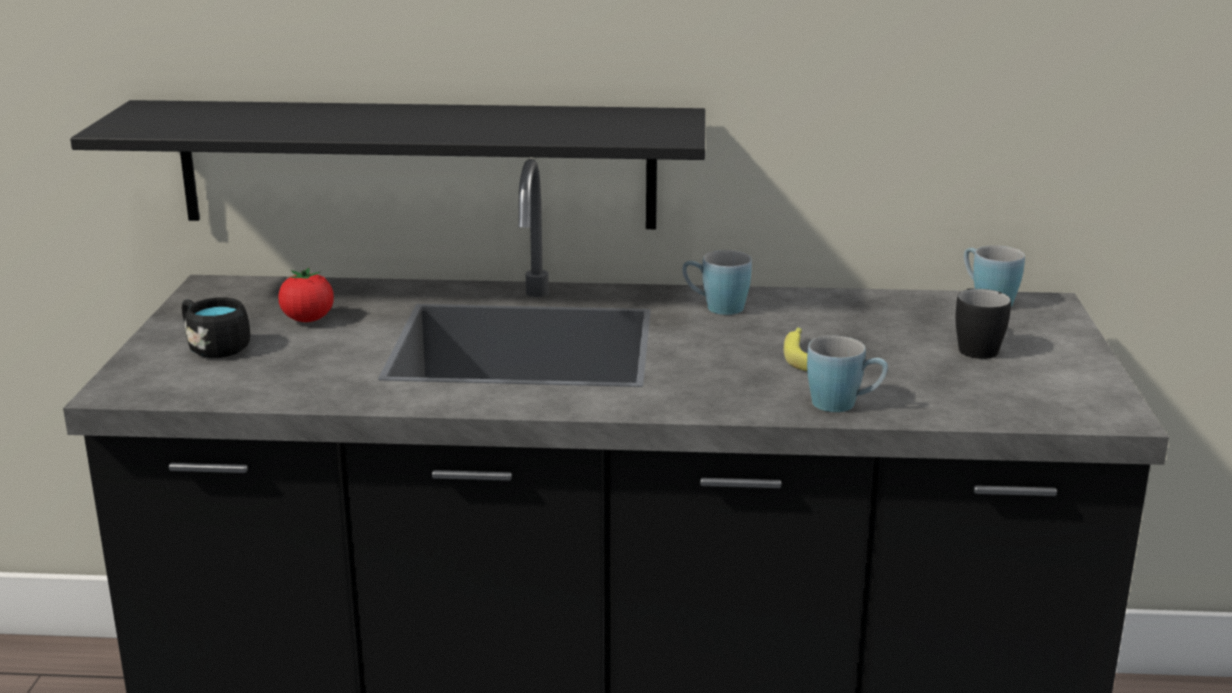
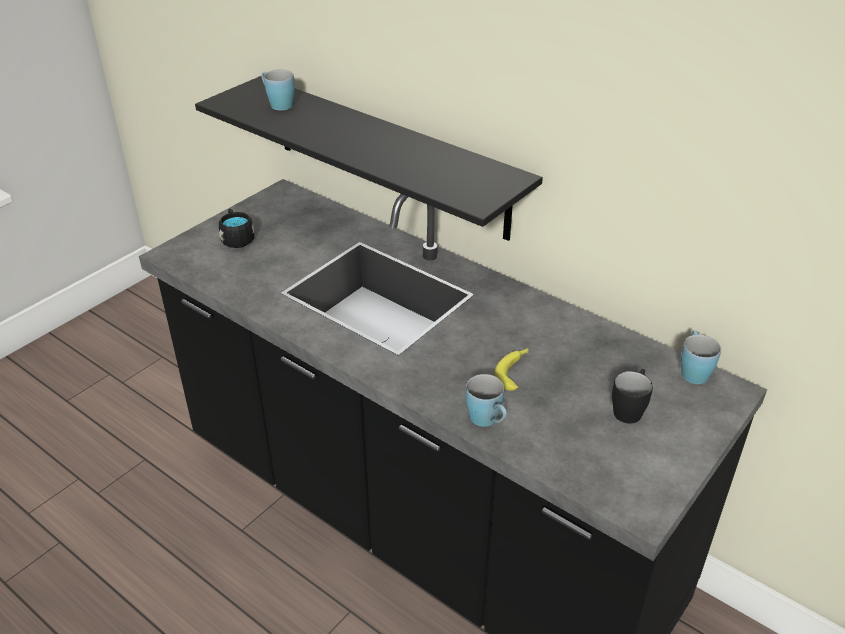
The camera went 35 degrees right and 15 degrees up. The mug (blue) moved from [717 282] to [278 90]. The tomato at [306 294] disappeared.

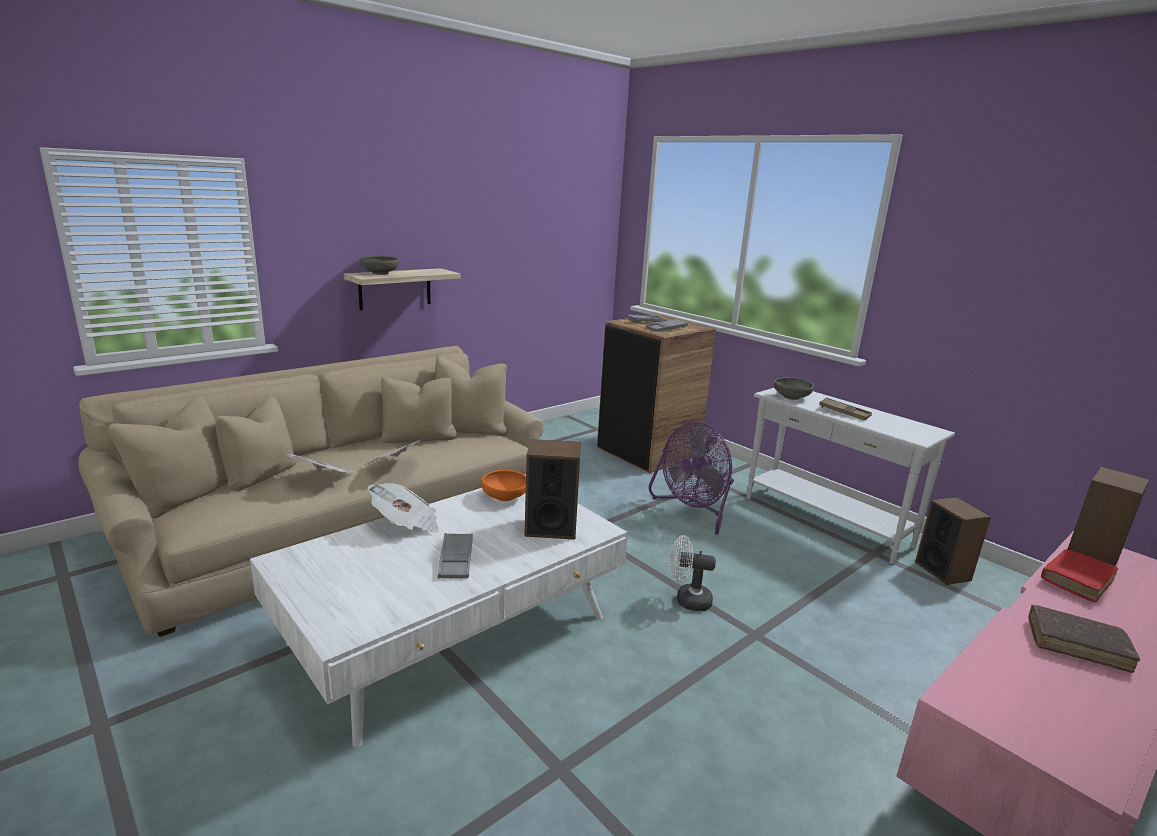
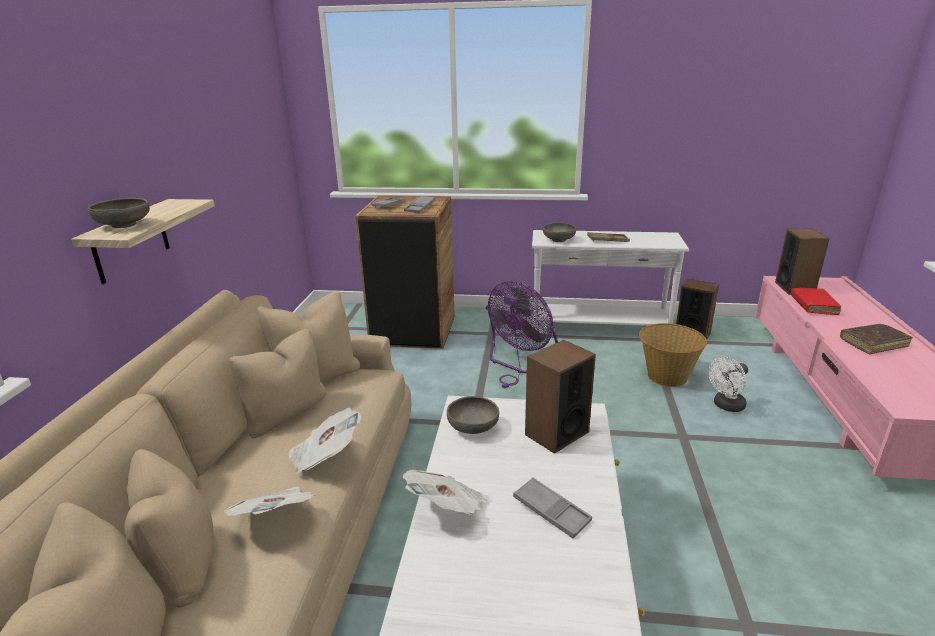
The camera went 40 degrees left and 5 degrees up. The fan (purple) at [691 478] turned 150 degrees counterclockwise. The bowl (orange) at [503 485] became the bowl (grey) at [473 415]. The fan (white) moved from [693 573] to [728 384]. The basket at [673 355] appeared.

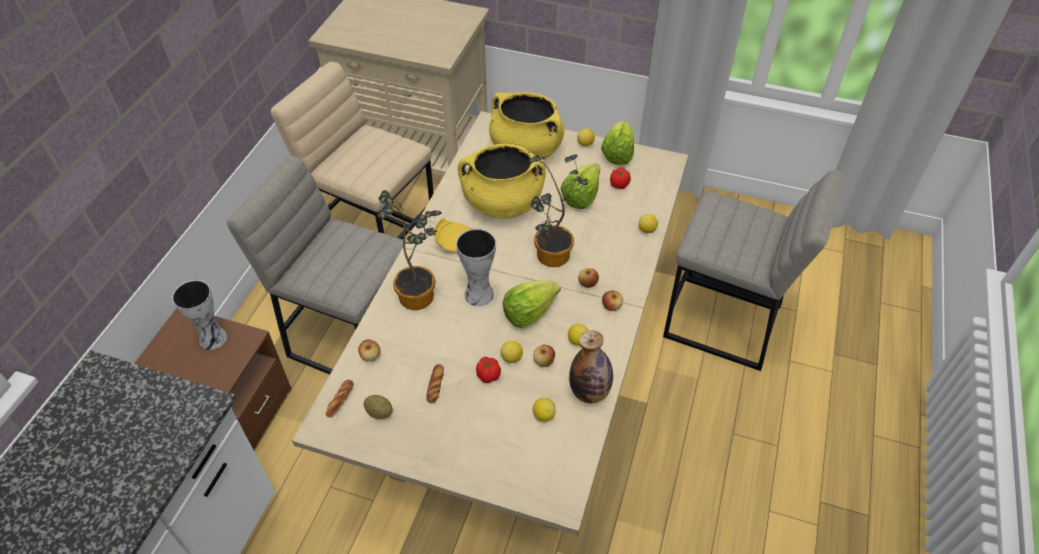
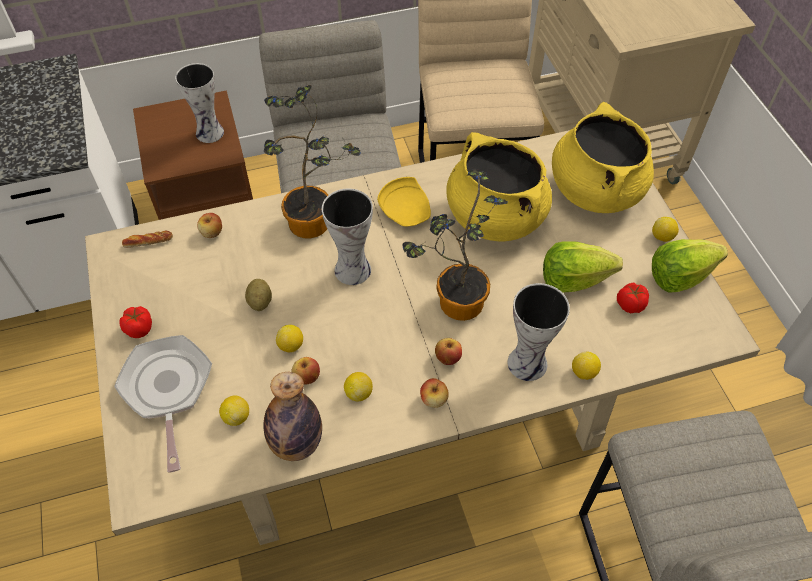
The camera went 55 degrees right and 5 degrees up. The lettuce at [532 304] disappeared. The tomato moved from [488 370] to [135 322]. The bread at [435 383] disappeared. The potato moved from [378 407] to [258 295]. The vase at [539 332] appeared. The frying pan at [163 404] appeared.

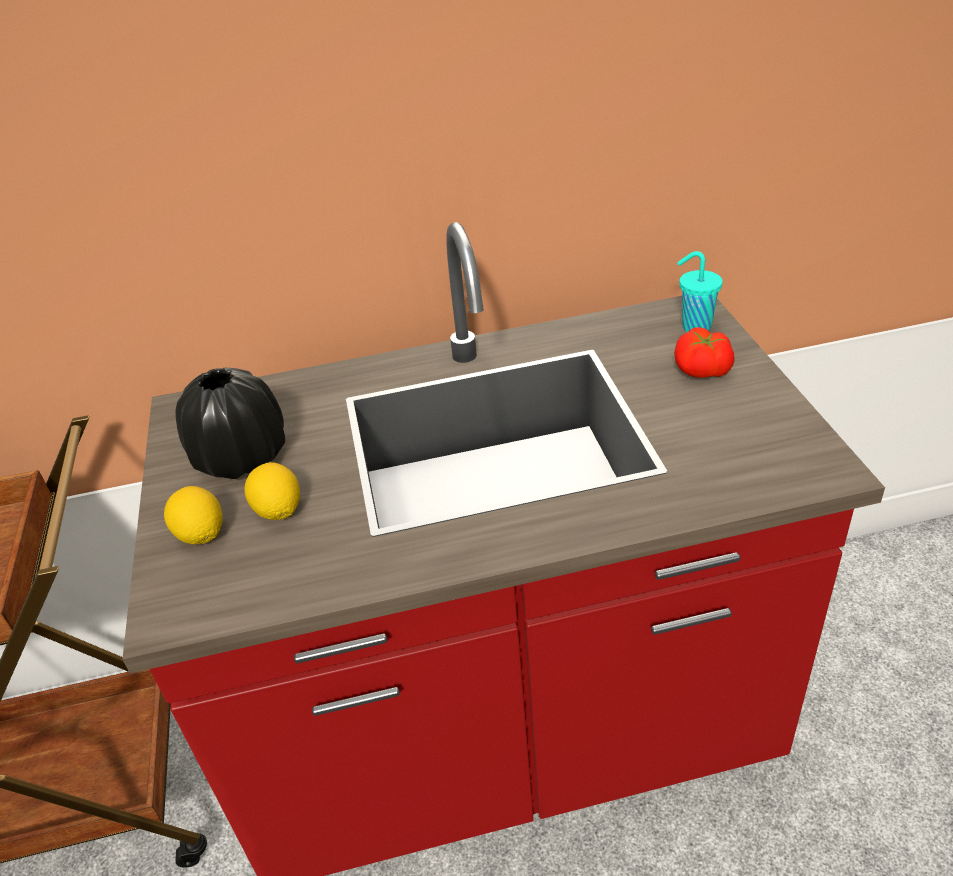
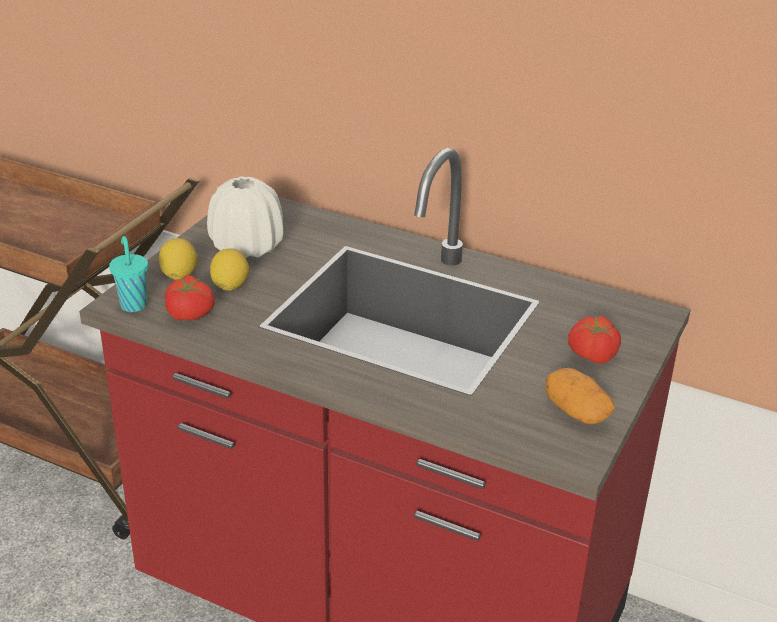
The camera went 35 degrees right and 5 degrees down. The cup (turquoise) moved from [700 291] to [128 274]. The vase (black) at [230 423] became the vase (white) at [245 217]. The tomato at [190 298] appeared. The potato at [580 396] appeared.

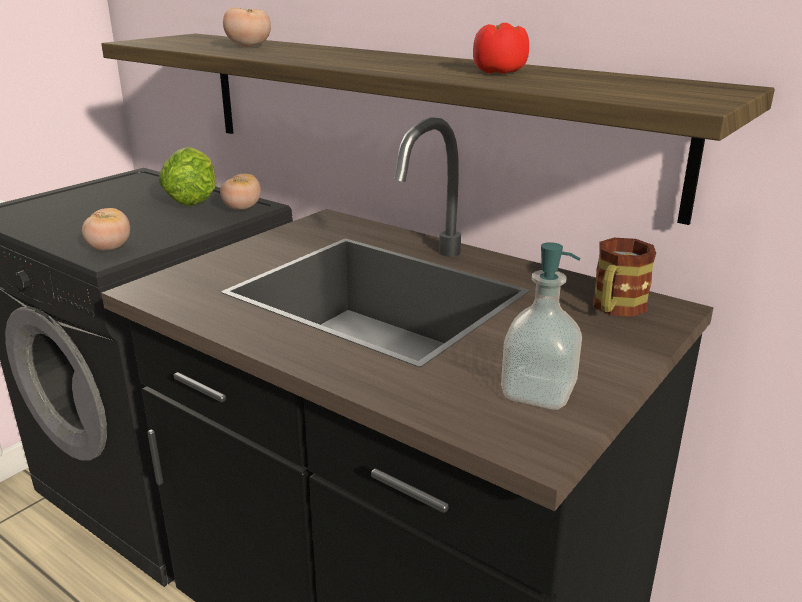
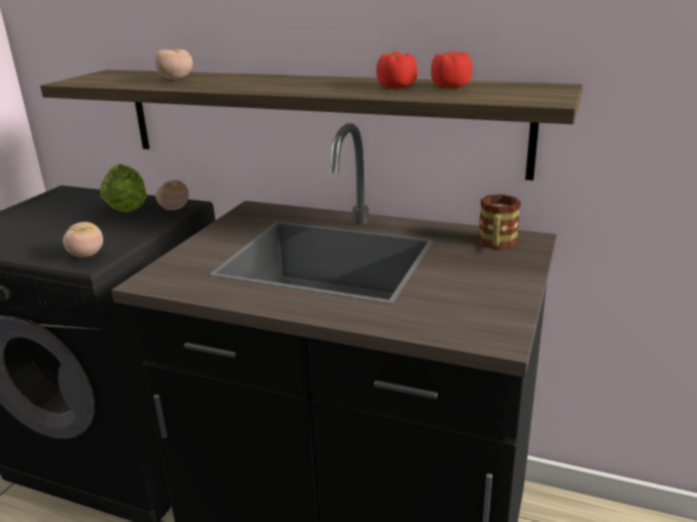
The camera went 15 degrees left and 0 degrees up. The soap dispenser at [541 326] disappeared. The tomato at [451 69] appeared.

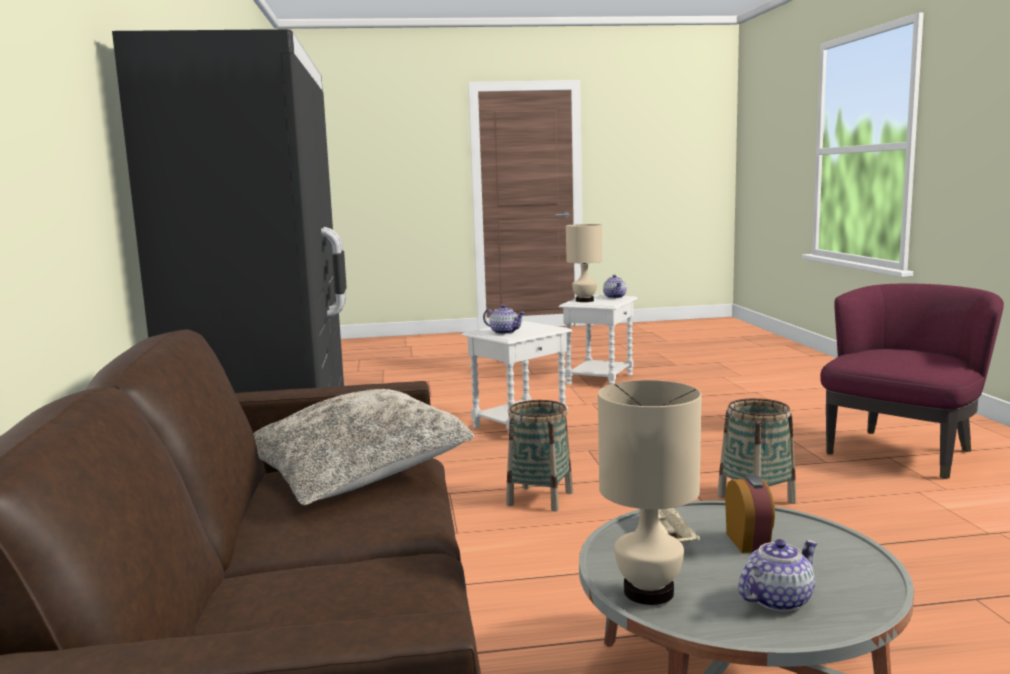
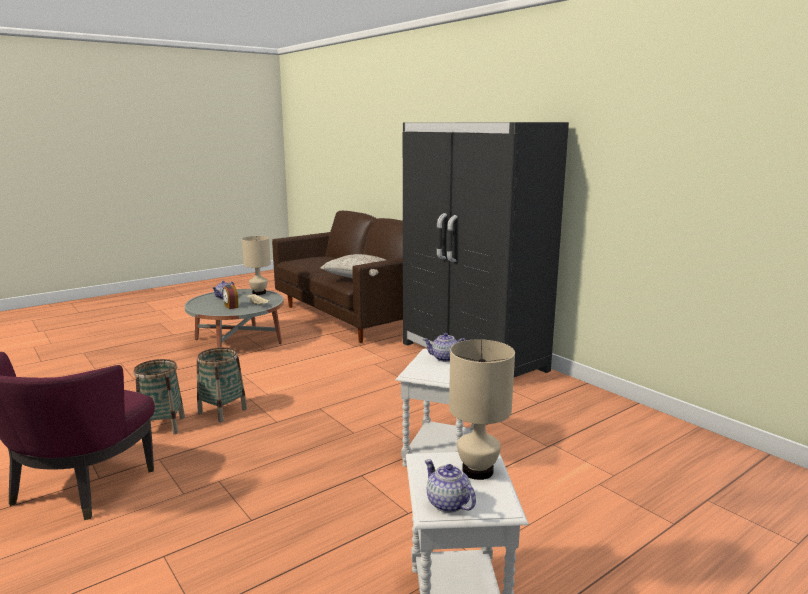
The camera went 150 degrees right and 5 degrees up. The basket moved from [539 455] to [159 396].

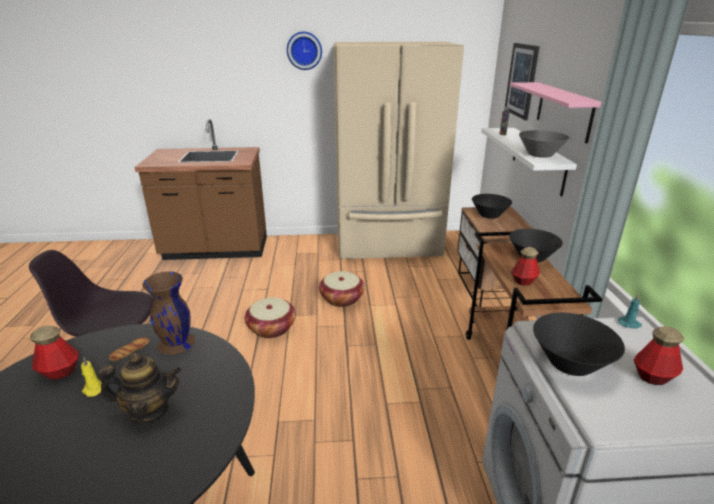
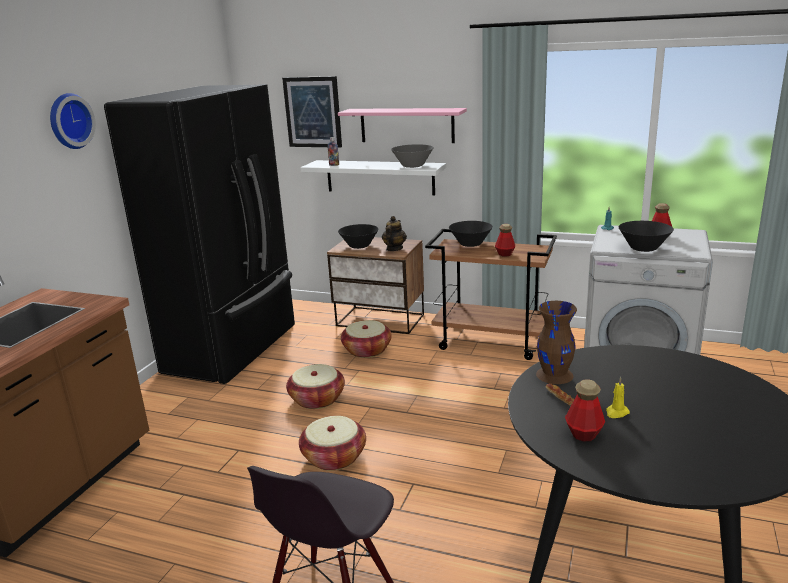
The camera went 65 degrees left and 5 degrees down. The fridge (beige) at [399 150] became the fridge (black) at [199 234]. The teapot moved from [139 388] to [394 233]. The basket at [366 339] appeared.

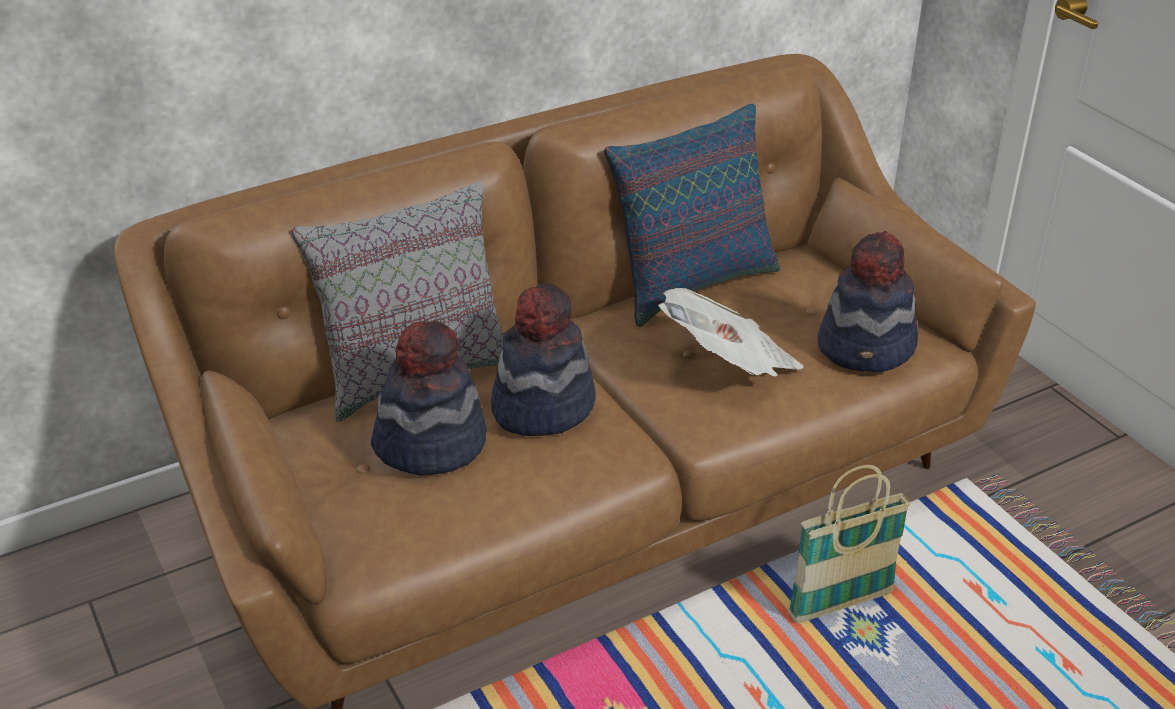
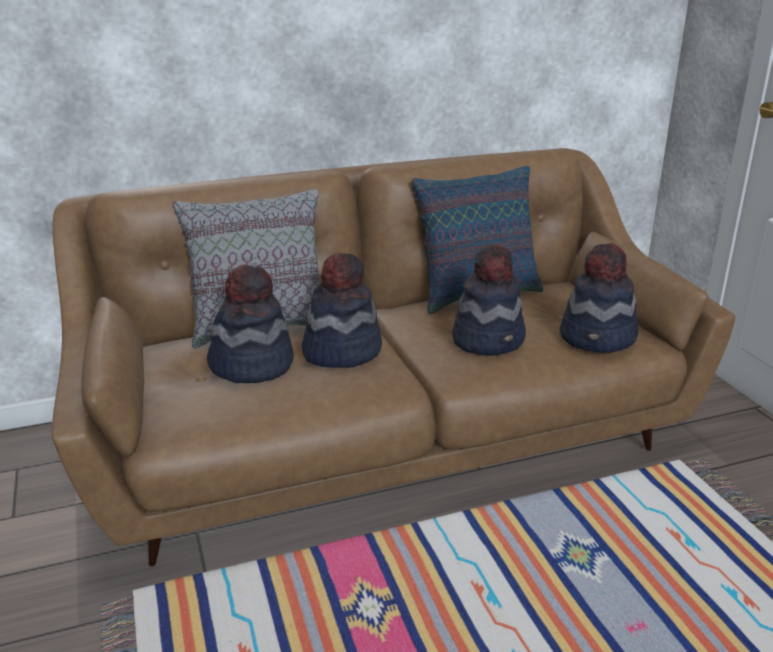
The camera went 10 degrees right and 10 degrees down. The newspaper at [730 332] was replaced by the hat at [489 300]. The basket at [849 544] disappeared.

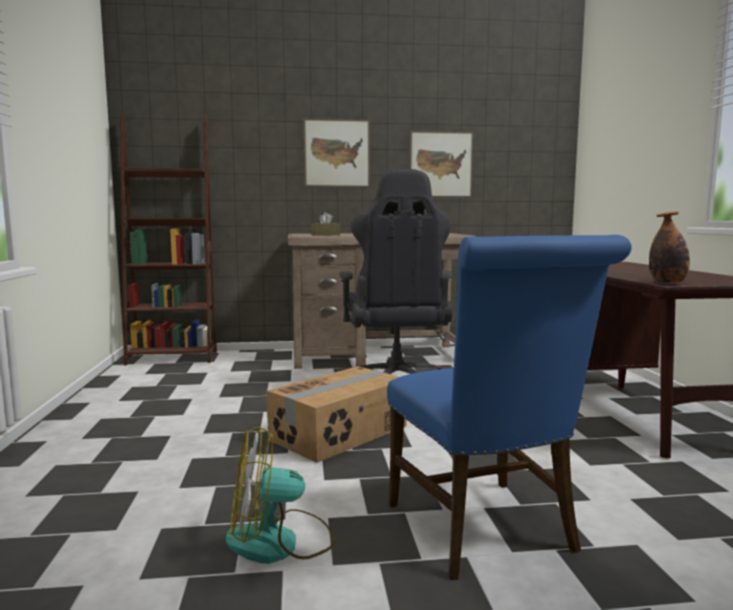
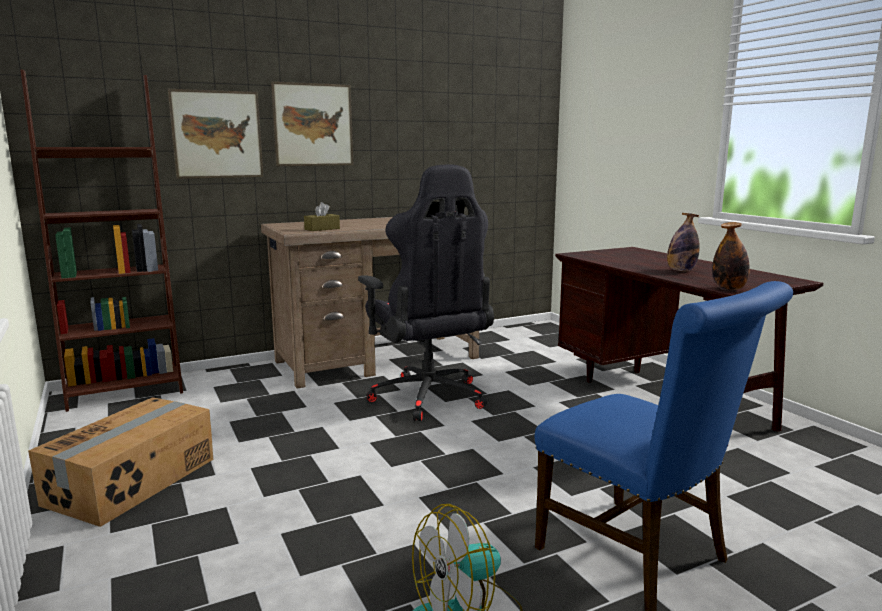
The camera went 20 degrees left and 5 degrees up. The picture moved from [441 164] to [216 134]. The cardboard box moved from [336 414] to [120 462]. The bottle at [683 242] appeared.

